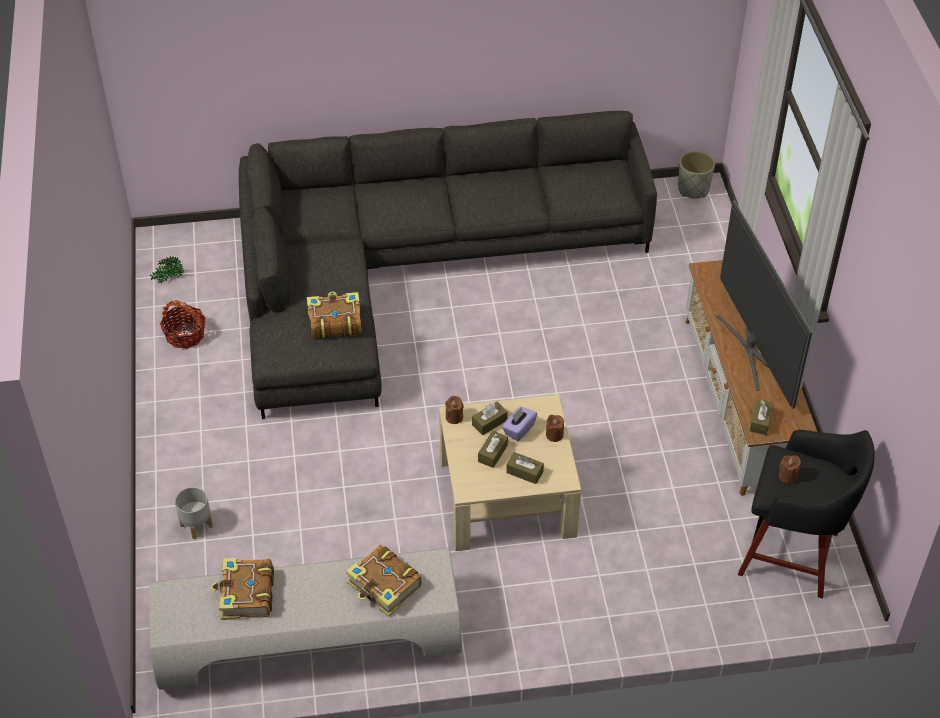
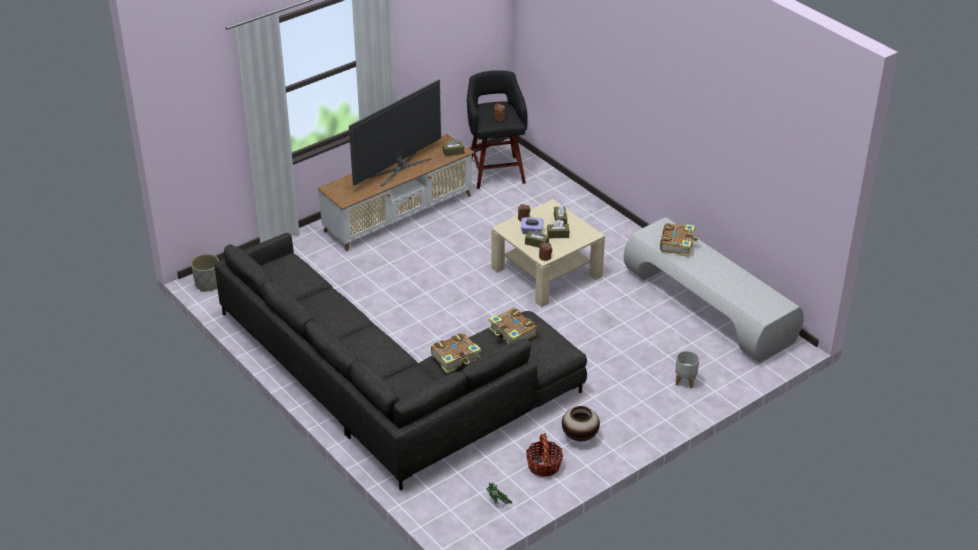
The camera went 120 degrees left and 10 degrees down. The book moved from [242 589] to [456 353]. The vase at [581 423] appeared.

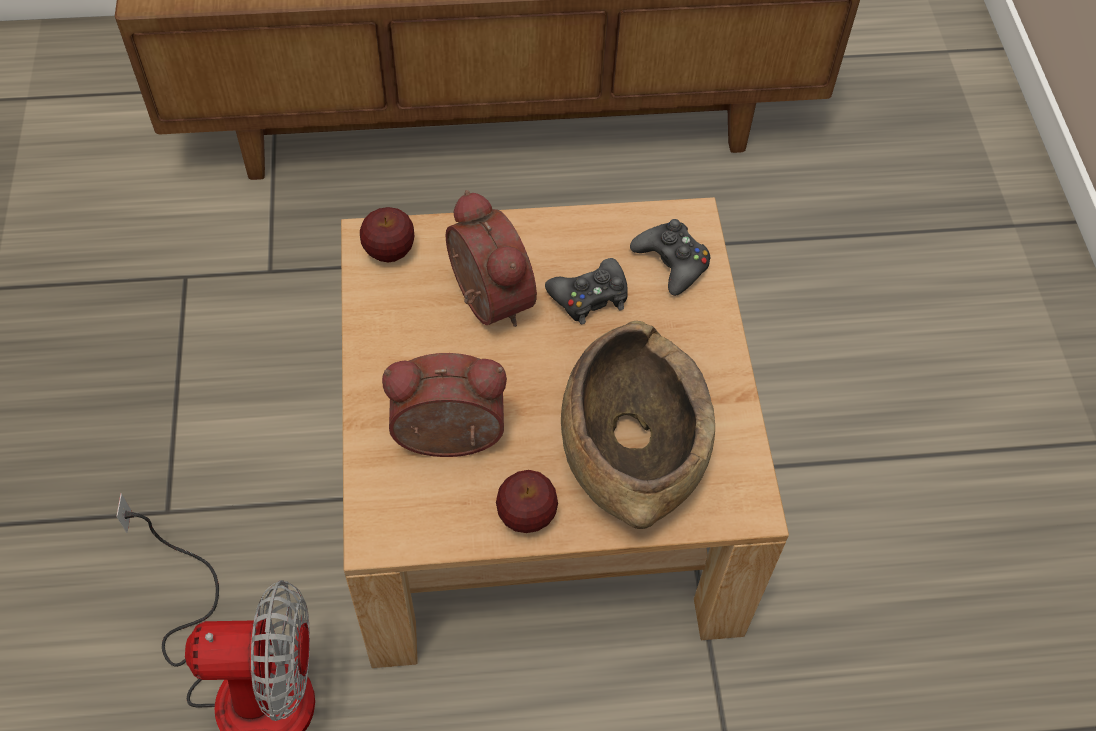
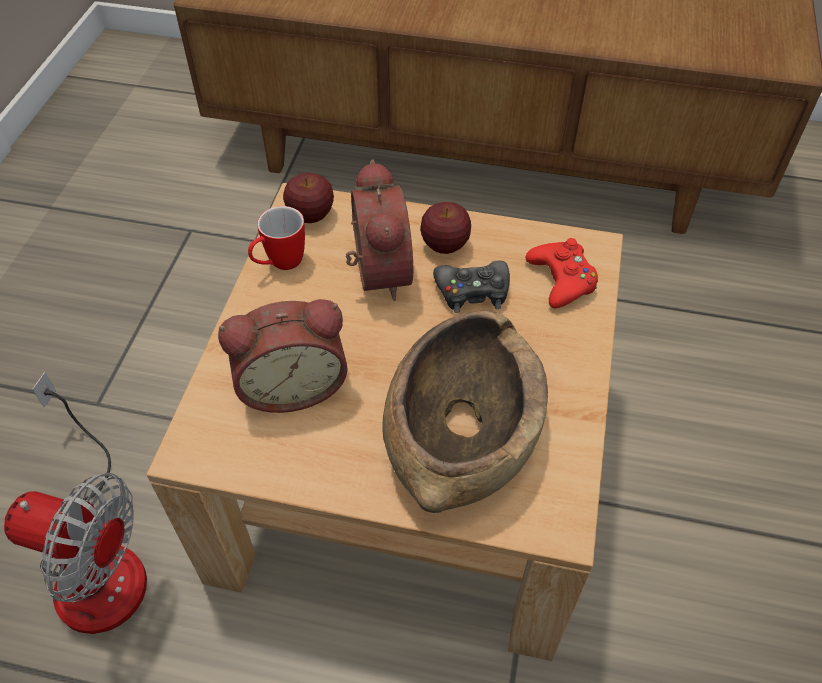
The camera went 20 degrees right and 5 degrees down. The game controller (black) at [670 257] became the game controller (red) at [562 273]. The alarm clock at [444 405] turned 150 degrees clockwise. The apple moved from [527 501] to [445 228]. The mug at [276 238] appeared.

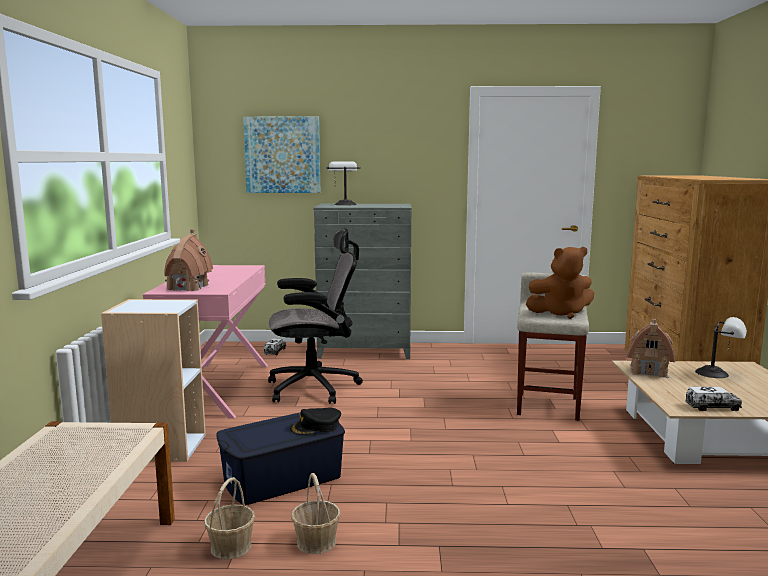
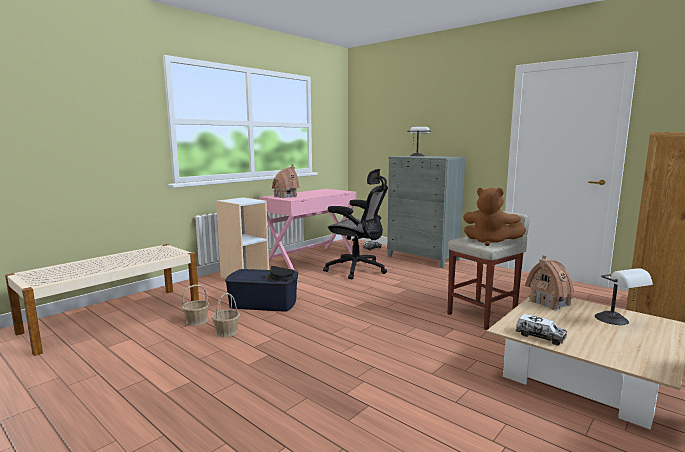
The camera went 40 degrees right and 0 degrees up. The picture at [282 155] disappeared.

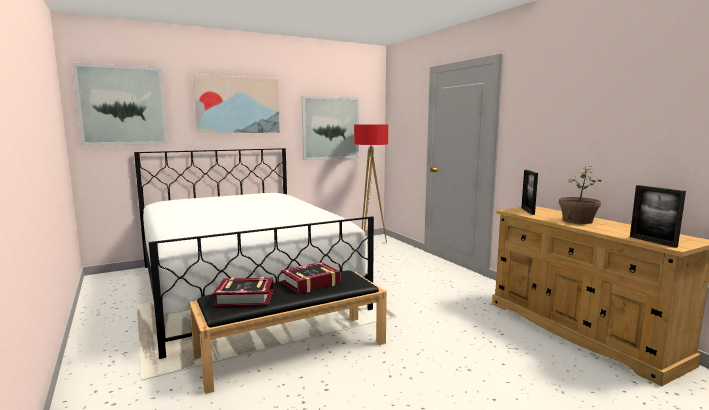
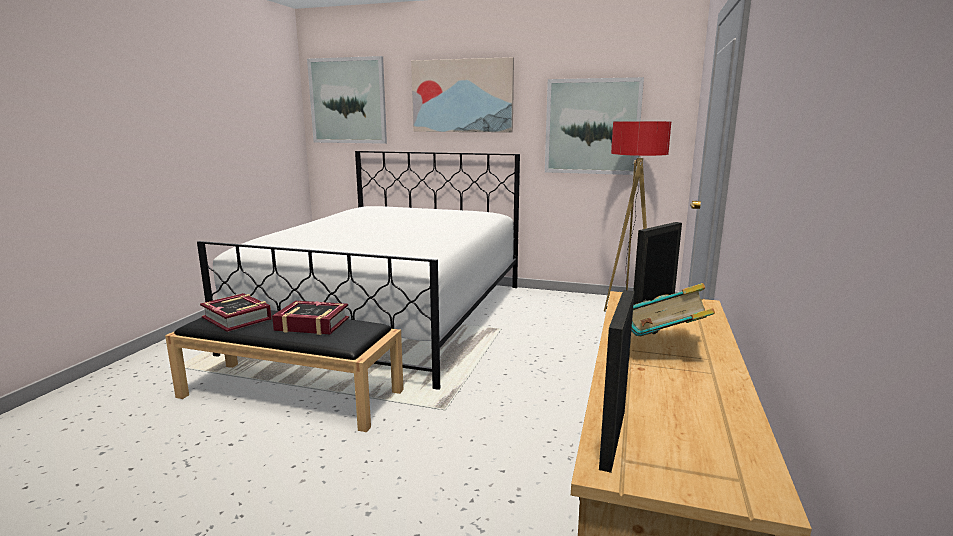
The camera went 45 degrees right and 5 degrees up. The potted plant at [580 195] was replaced by the book at [673 309].

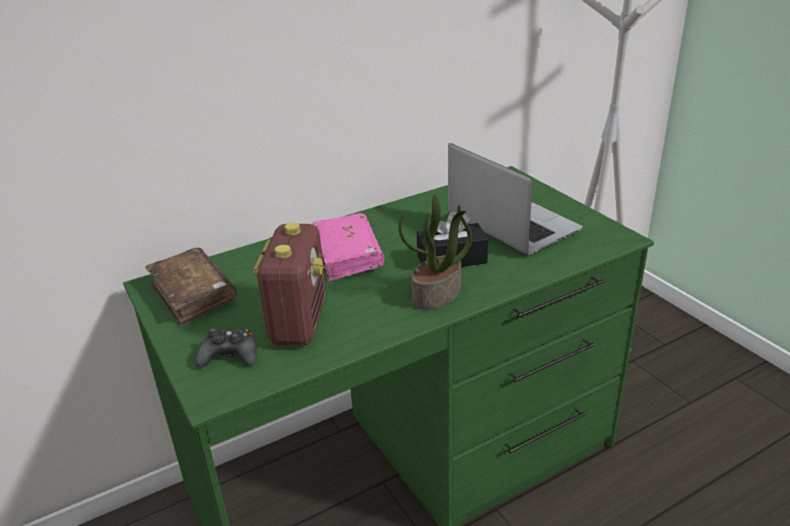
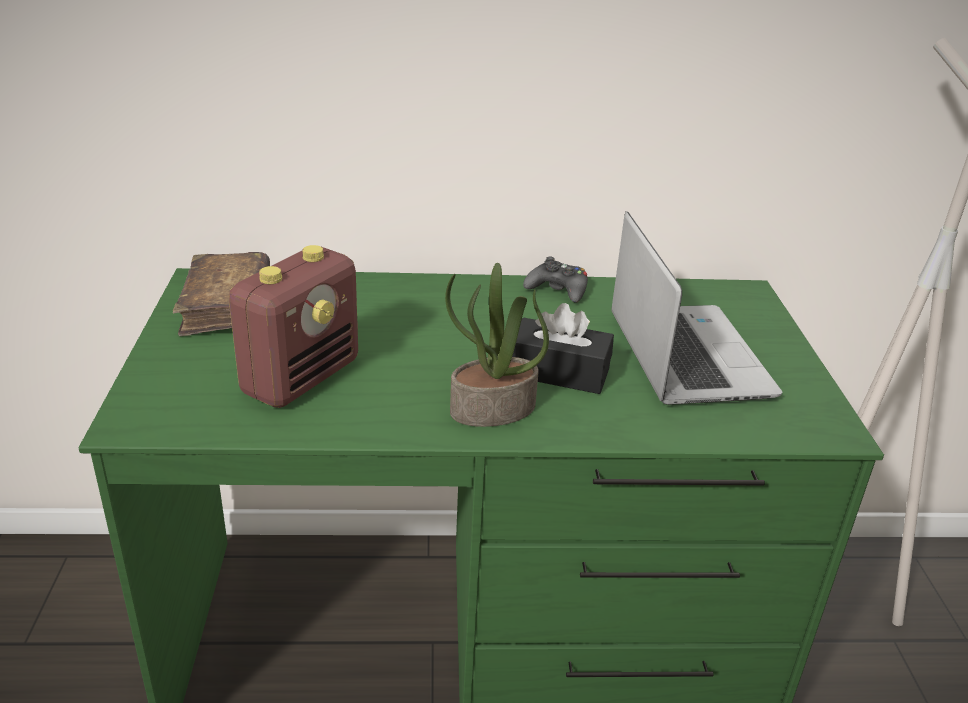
The camera went 25 degrees right and 0 degrees up. The book (pink) at [348 247] disappeared. The game controller (black) moved from [226 348] to [555 279].

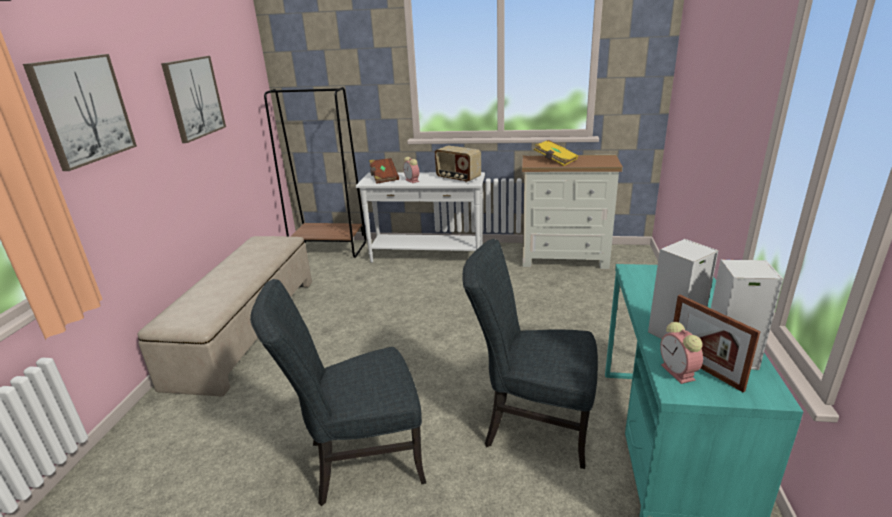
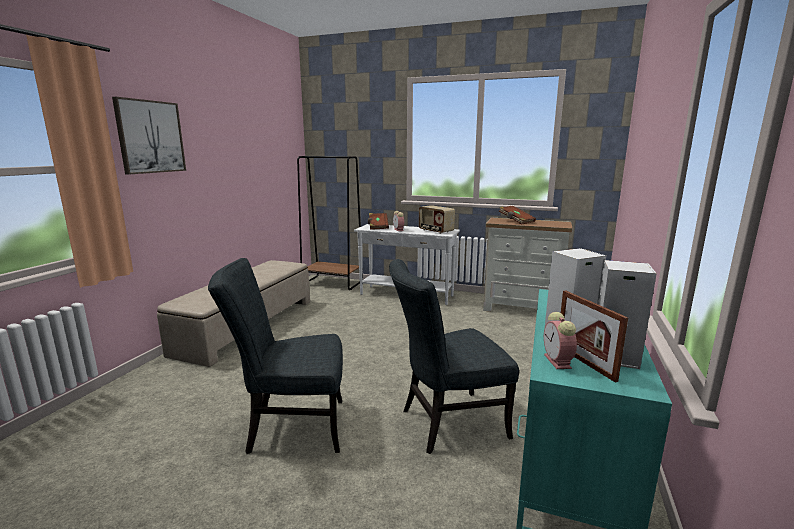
The camera went 10 degrees right and 10 degrees down. The picture at [193 99] disappeared. The book (yellow) at [556 153] became the book (brown) at [517 215]. The chair (grey) at [530 354] turned 45 degrees counterclockwise.

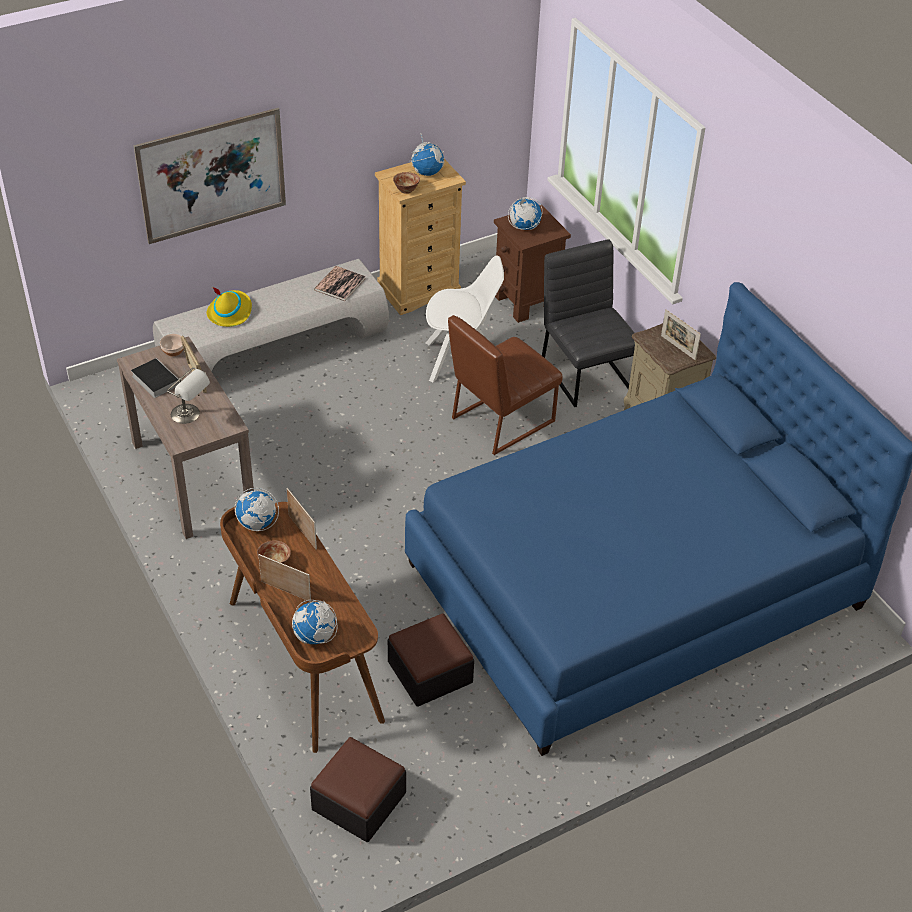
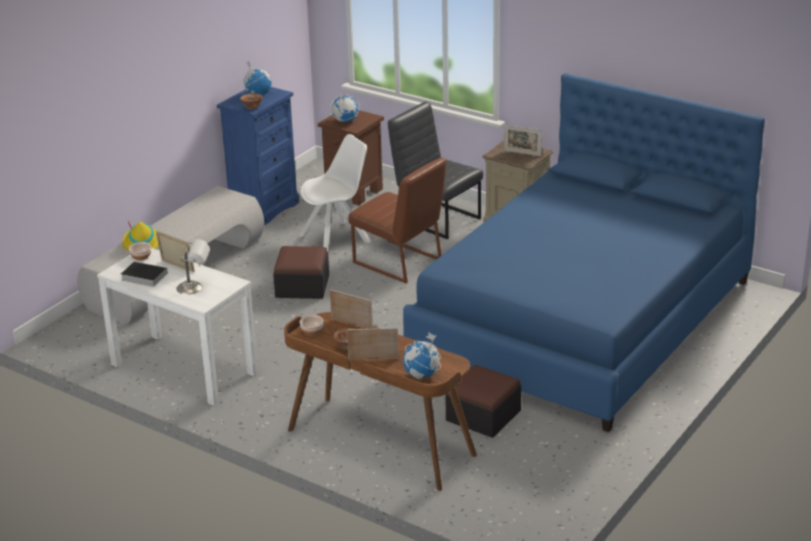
The camera went 25 degrees left and 15 degrees down. The picture at [209 176] disappeared. The dresser (beige) at [420 237] became the dresser (blue) at [258 156]. The book at [340 283] disappeared. The chair (brown) at [505 385] turned 75 degrees counterclockwise. The console table (brown) at [185 437] became the console table (white) at [177 327]. The globe at [257 509] was replaced by the bowl at [312 325]. The ottoman moved from [358 789] to [301 272].

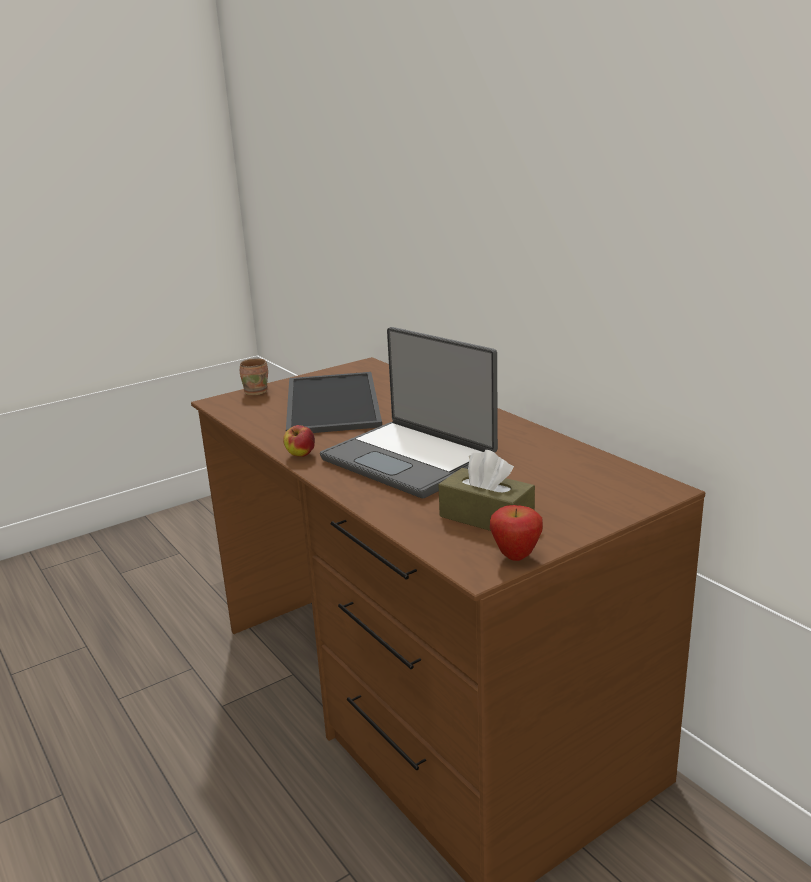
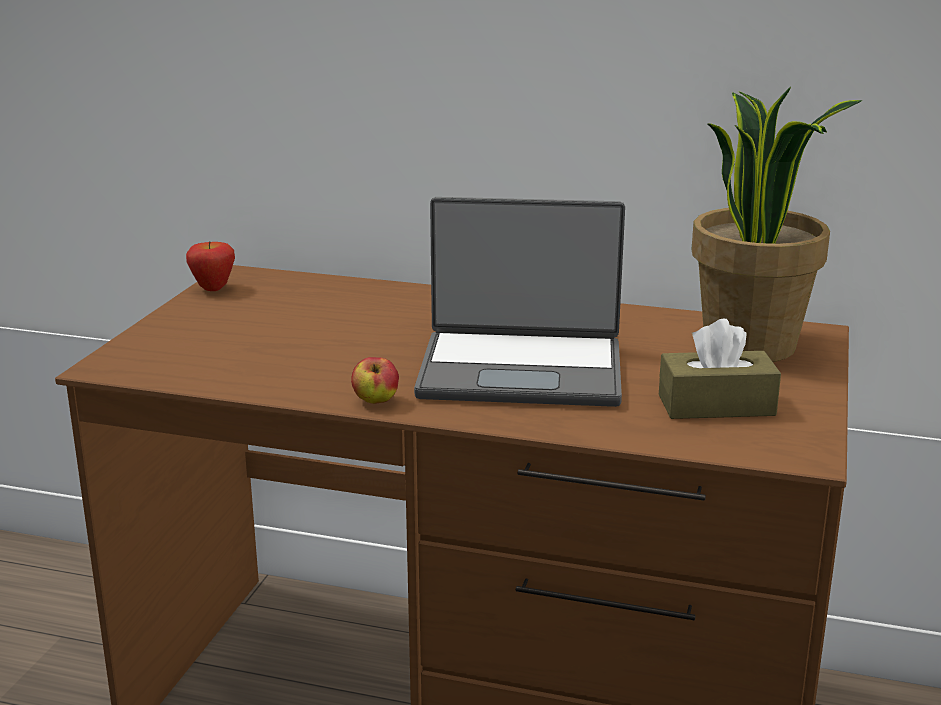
The camera went 40 degrees left and 0 degrees up. The mug (brown) at [254 377] disappeared. The tray at [334 402] disappeared. The apple moved from [516 533] to [210 266]. The potted plant at [777 224] appeared.

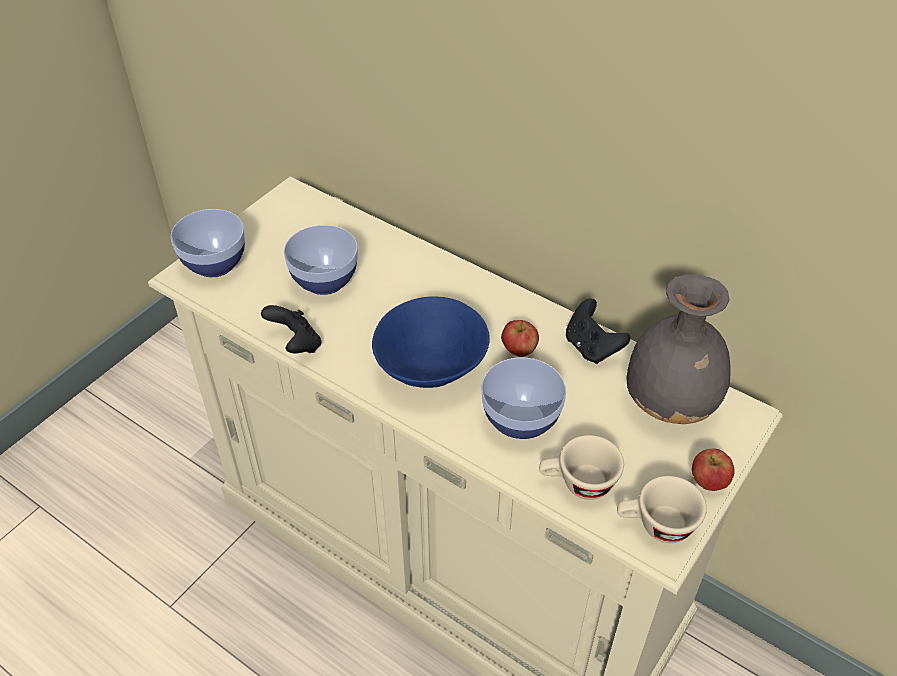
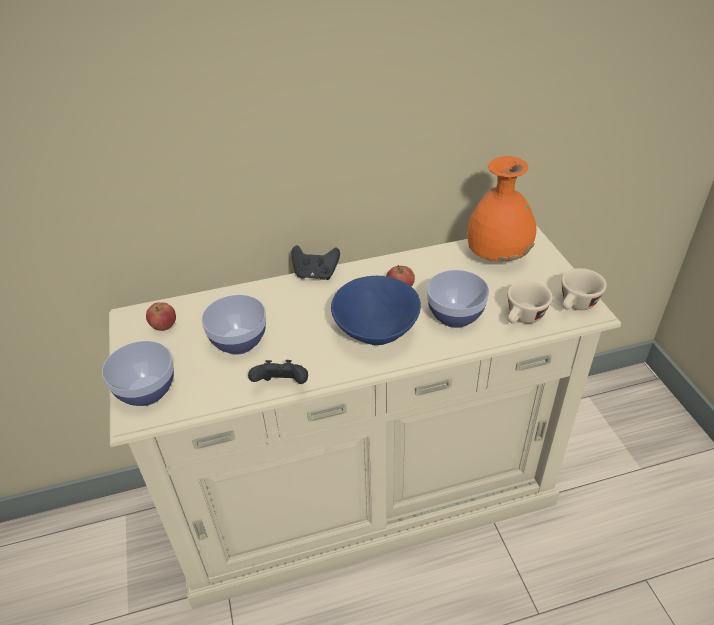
The camera went 50 degrees left and 5 degrees down. The vase (grey) at [678 349] became the vase (orange) at [502 209]. The game controller (black) moved from [598 331] to [315 262]. The apple moved from [713 470] to [161 316].

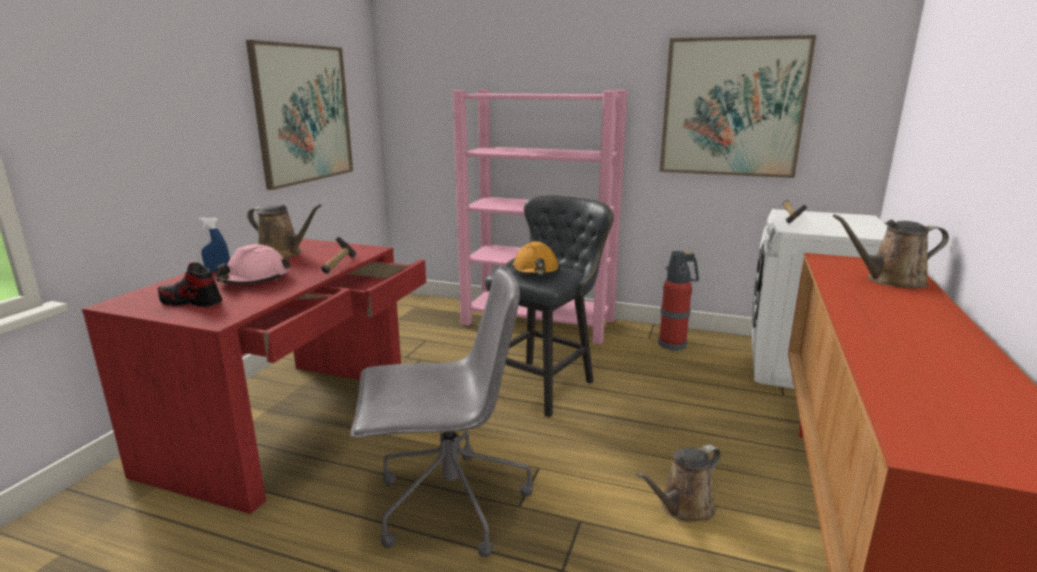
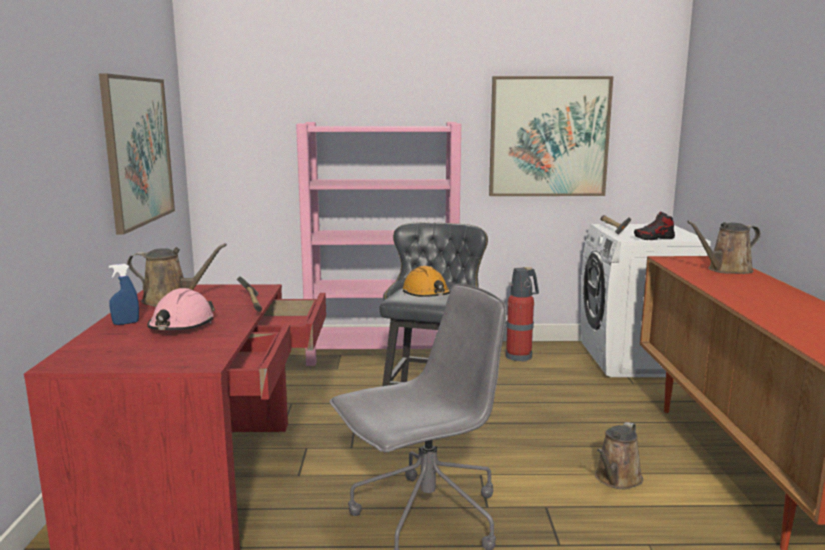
The camera went 20 degrees left and 5 degrees down. The shoe moved from [190 285] to [654 225].

